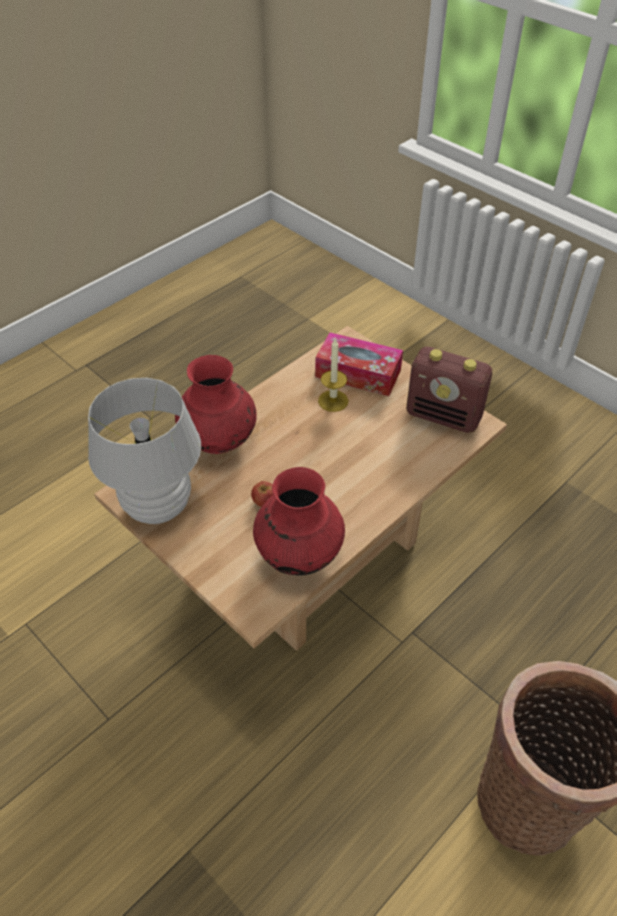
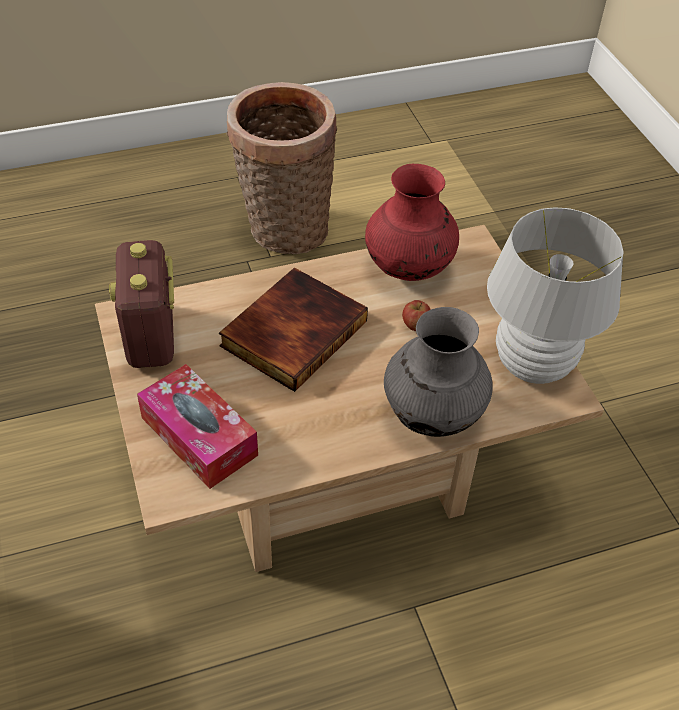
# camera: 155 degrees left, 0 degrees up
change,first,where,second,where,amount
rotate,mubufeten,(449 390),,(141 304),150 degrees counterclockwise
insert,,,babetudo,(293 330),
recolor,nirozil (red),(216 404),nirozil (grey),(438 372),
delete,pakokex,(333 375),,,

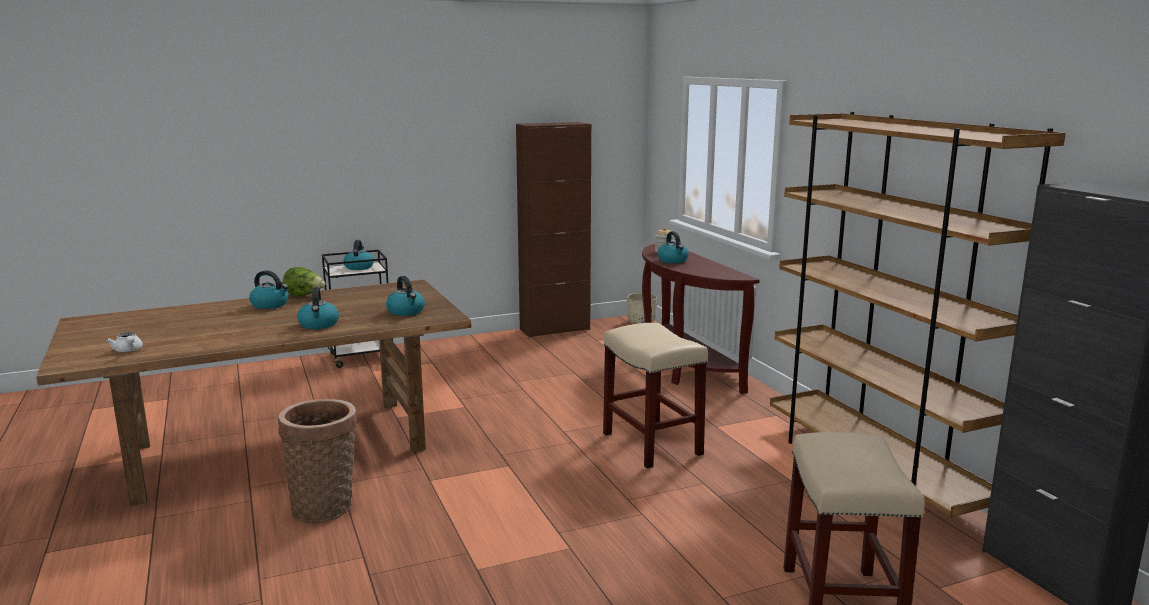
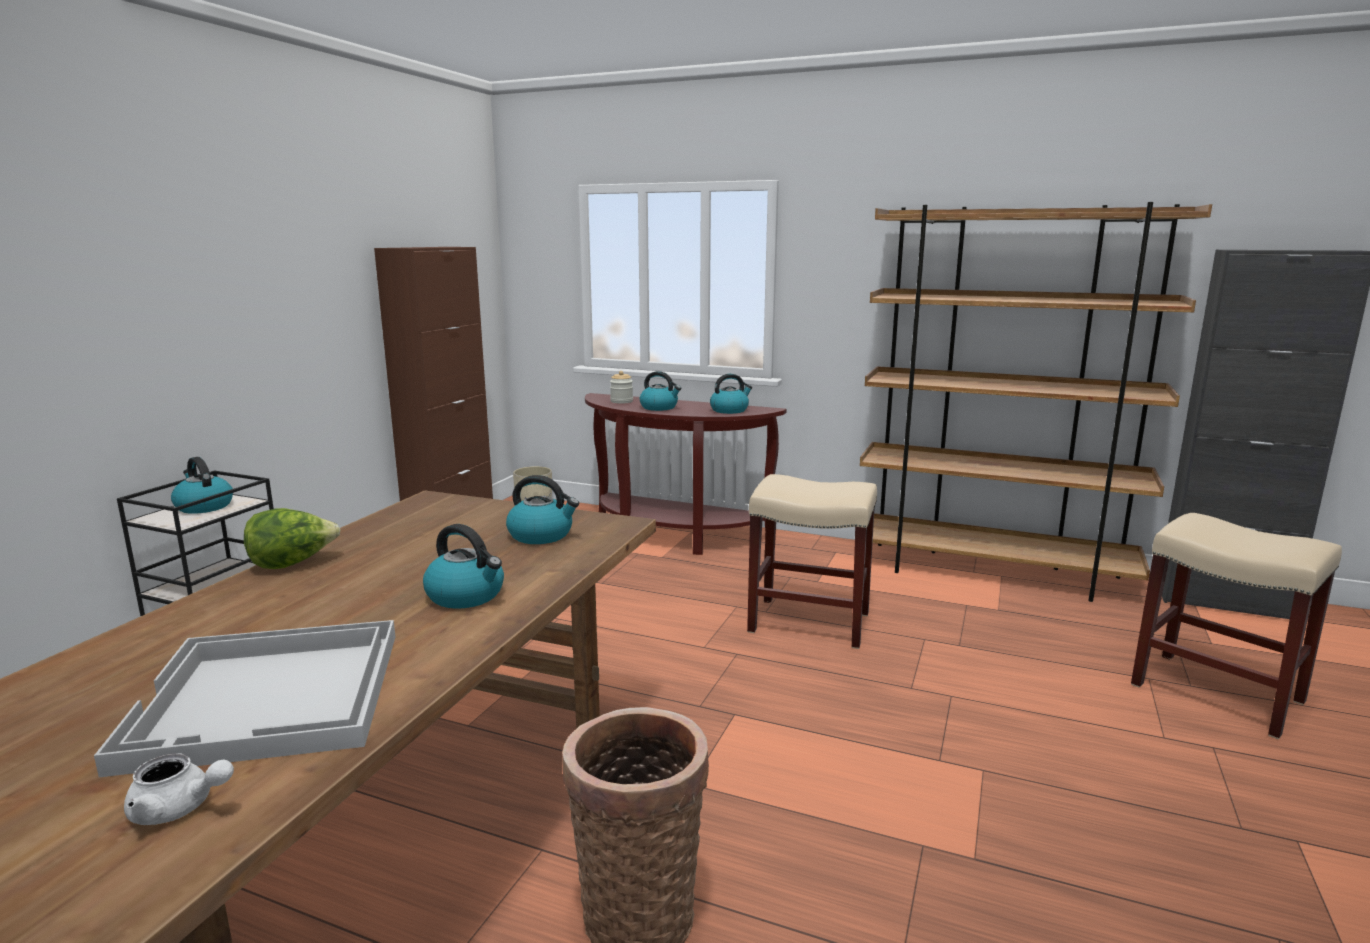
# camera: 45 degrees left, 0 degrees up
change,first,where,second,where,amount
insert,,,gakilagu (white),(244 698),
move,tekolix,(269 289),,(731 394),

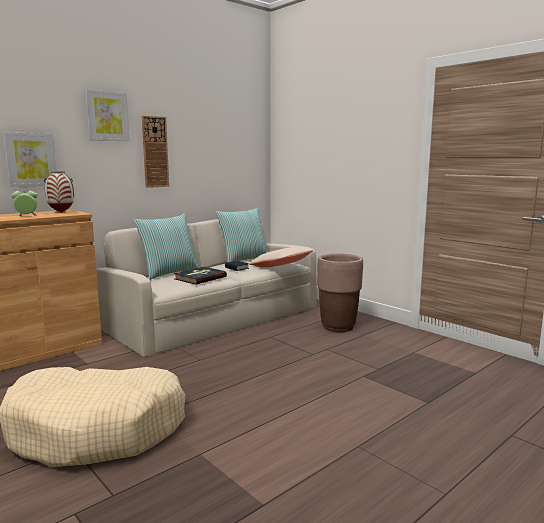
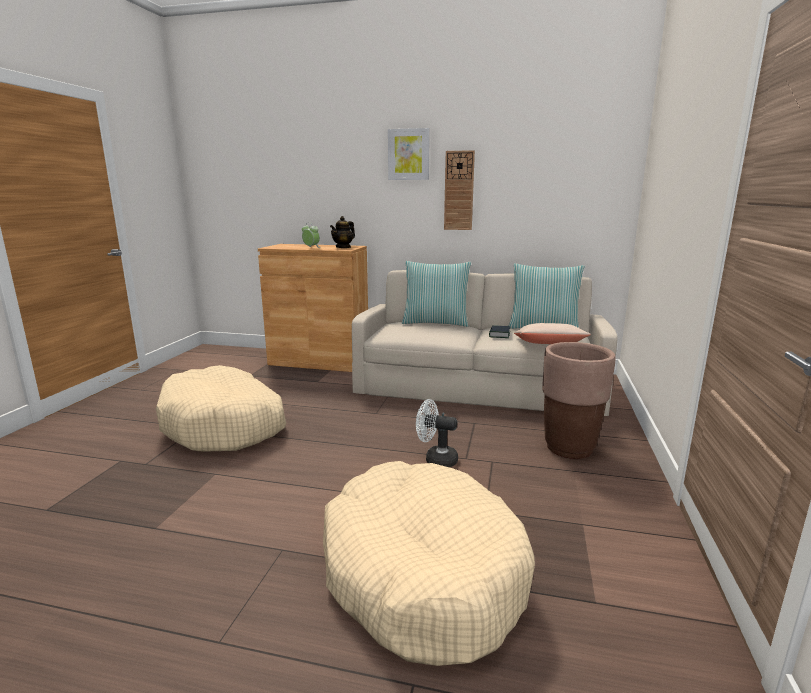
# camera: 55 degrees right, 5 degrees up
change,first,where,second,where,amount
insert,,,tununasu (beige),(429 563),
replace,nirozil,(59 192),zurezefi,(342 232),
insert,,,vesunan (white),(437 433),
delete,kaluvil,(30 159),,,
delete,babetudo,(200 276),,,

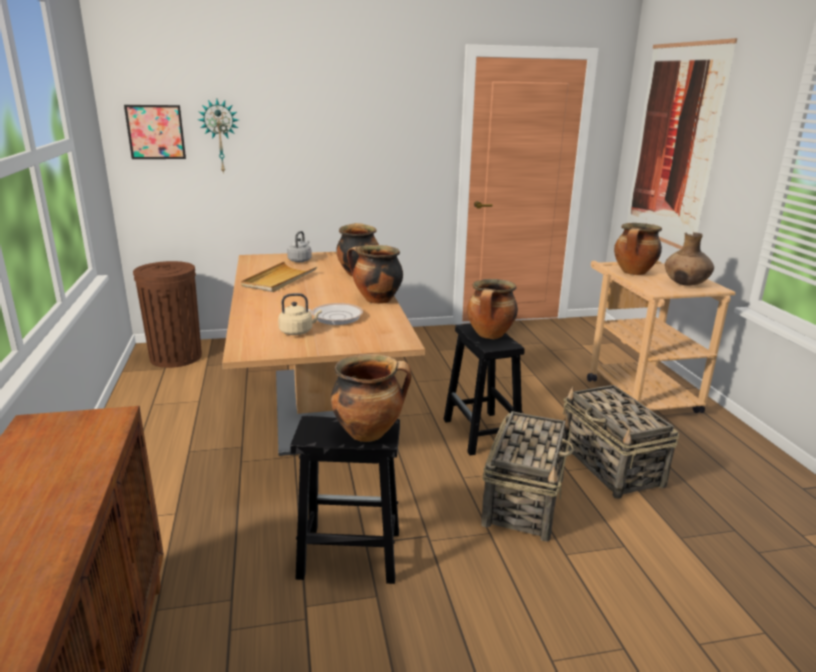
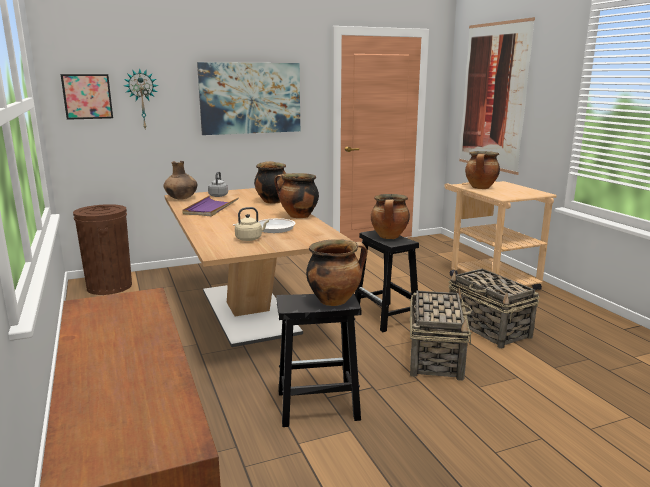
# camera: 10 degrees left, 5 degrees down
change,first,where,second,where,amount
move,nirozil (brown),(689 259),,(180 180),
recolor,gakilagu (beige),(279 277),gakilagu (purple),(210 206),
insert,,,kaluvil,(248 98),

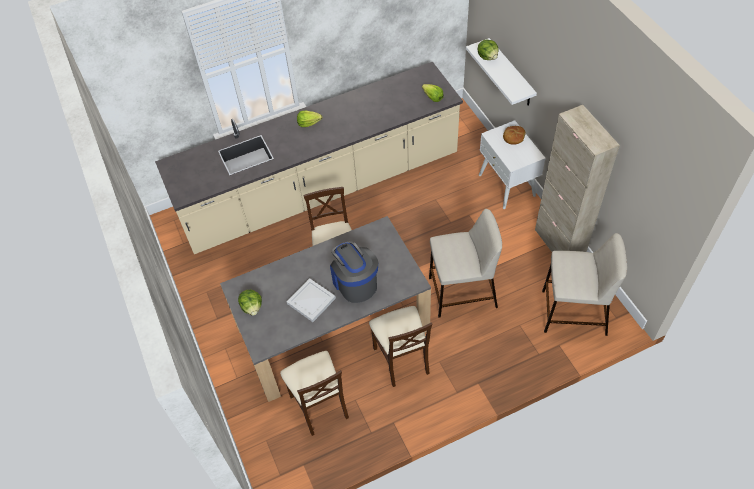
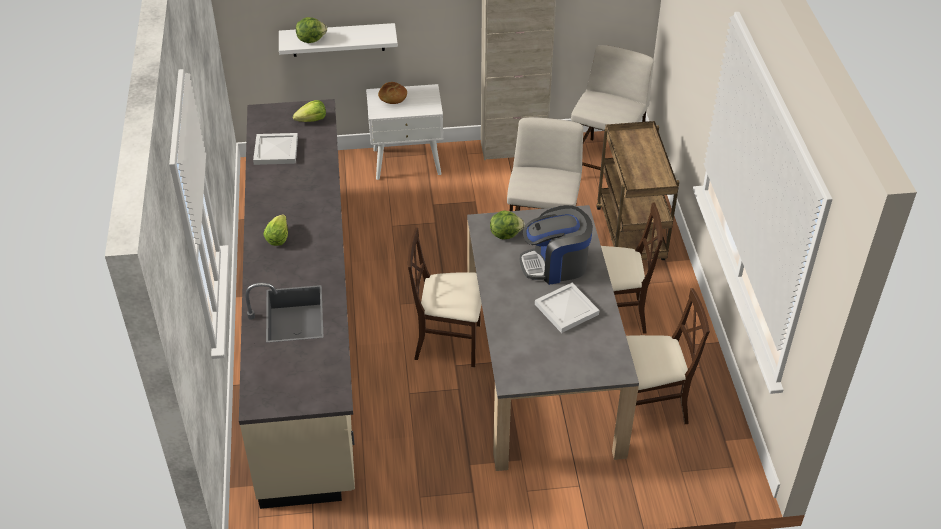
# camera: 75 degrees left, 10 degrees down
change,first,where,second,where,amount
insert,,,gakilagu (white),(275 149),
move,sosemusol,(250 303),,(507 224),
insert,,,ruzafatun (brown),(637 190),

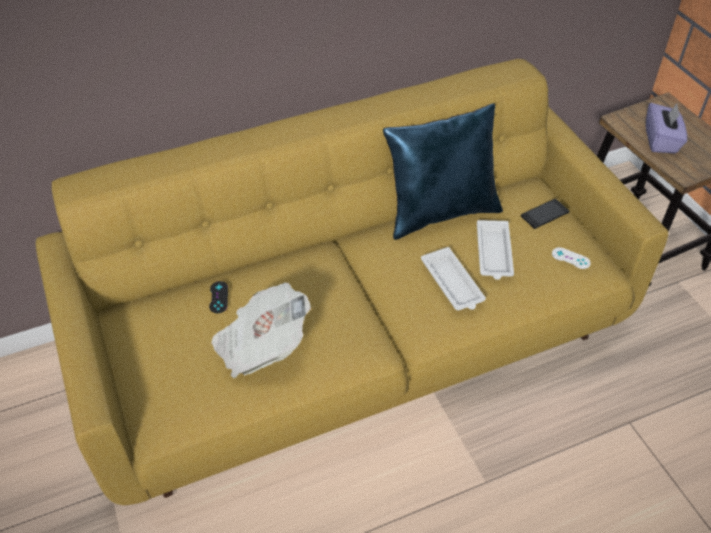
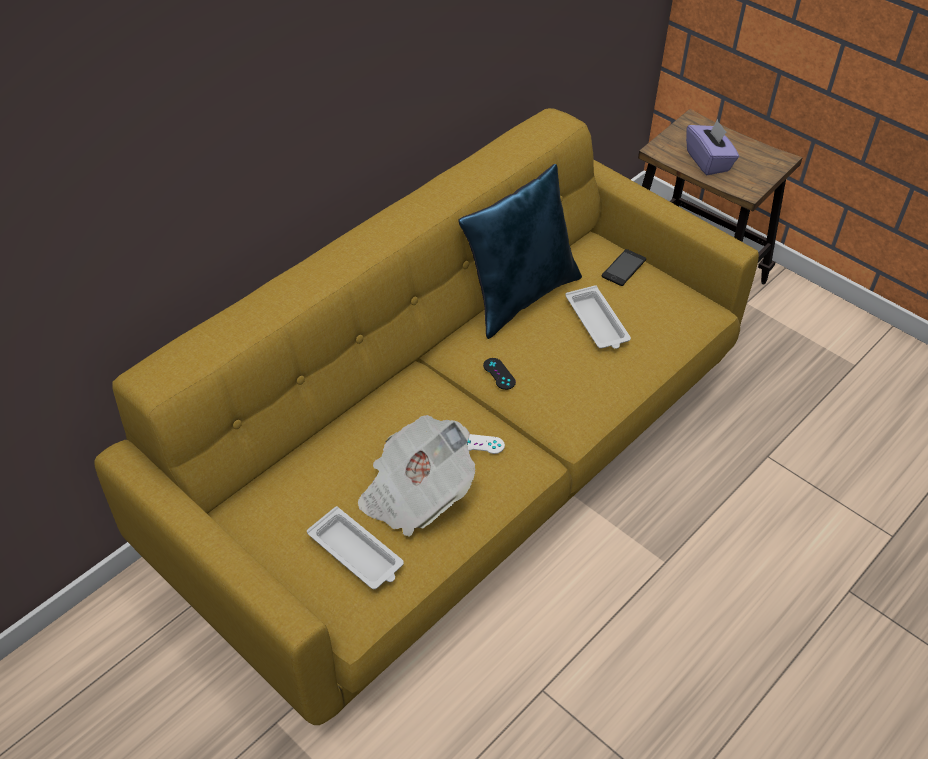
# camera: 25 degrees left, 0 degrees up
change,first,where,second,where,amount
move,gakilagu (white),(453 278),,(355 547),
move,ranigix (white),(571 258),,(486 444),
move,ranigix (black),(218 297),,(499 374),

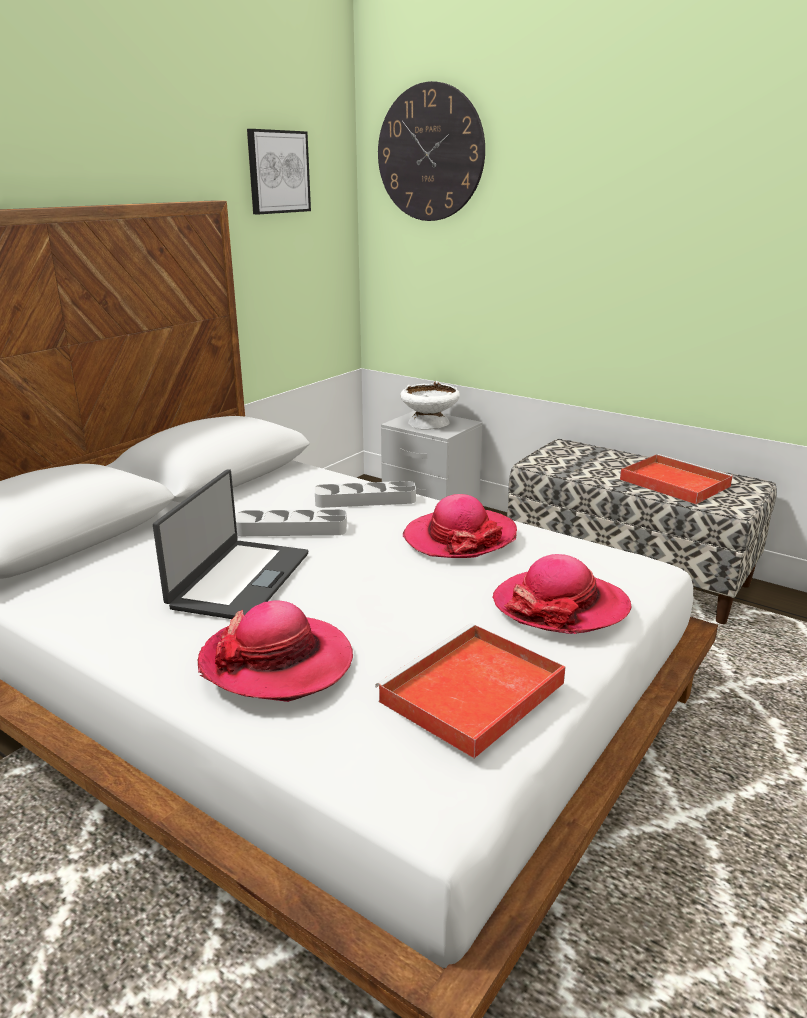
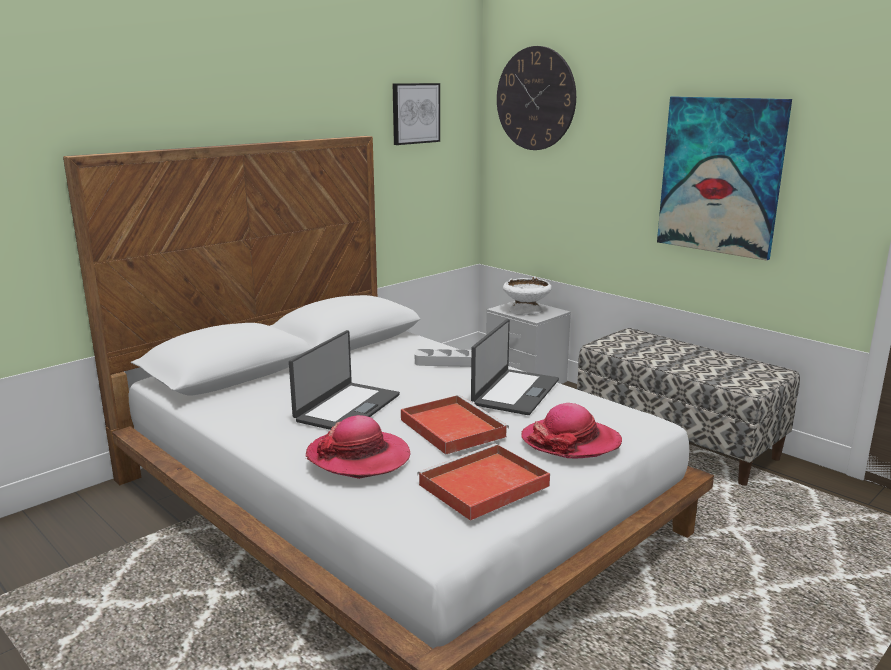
# camera: 10 degrees right, 5 degrees down
change,first,where,second,where,amount
move,gakilagu (red),(677 479),,(455 425),
replace,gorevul,(460 526),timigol,(515 367),
insert,,,kaluvil,(724 179),
delete,gakilagu (grey),(291 522),,,

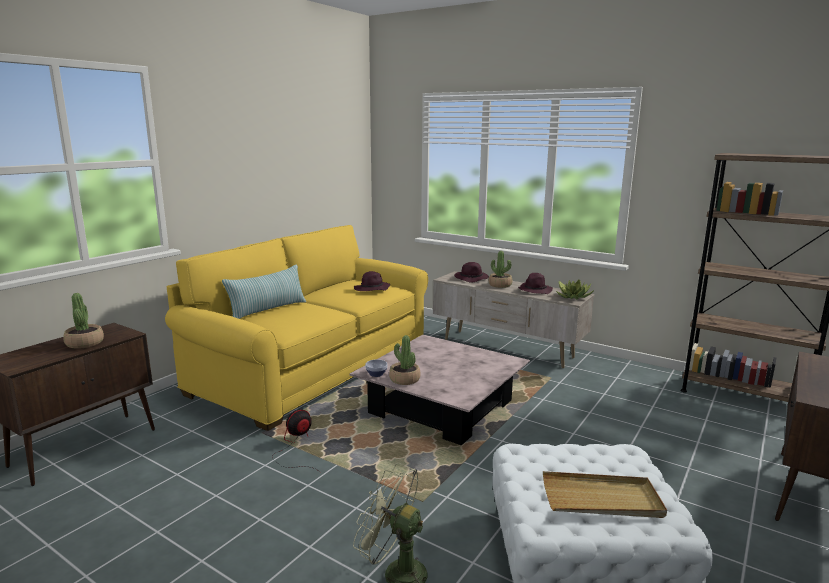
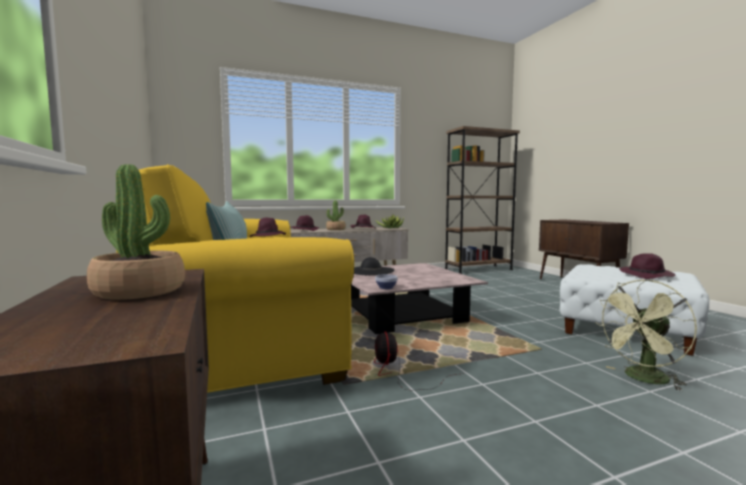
# camera: 55 degrees left, 10 degrees down
change,first,where,second,where,amount
insert,,,gorevul (black),(374 266),
replace,gakilagu (beige),(605 494),gorevul (purple),(647 266),
delete,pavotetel,(404 360),,,

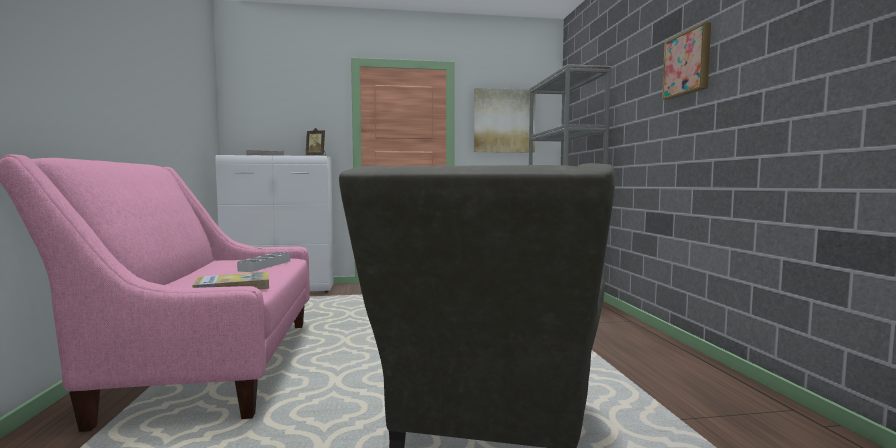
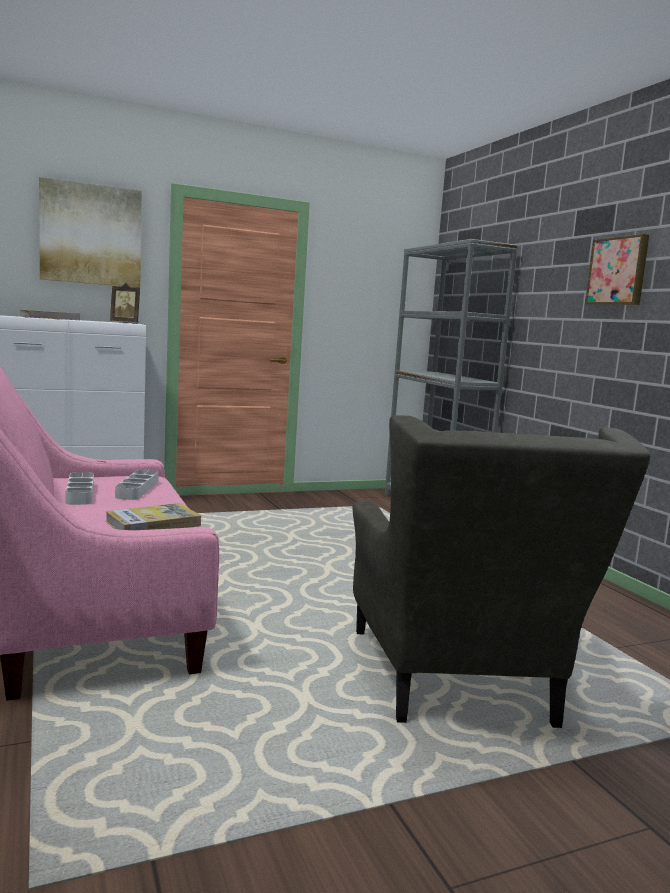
# camera: 15 degrees left, 5 degrees up
change,first,where,second,where,amount
move,kaluvil,(505 120),,(90 232),
insert,,,gakilagu (grey),(80 488),

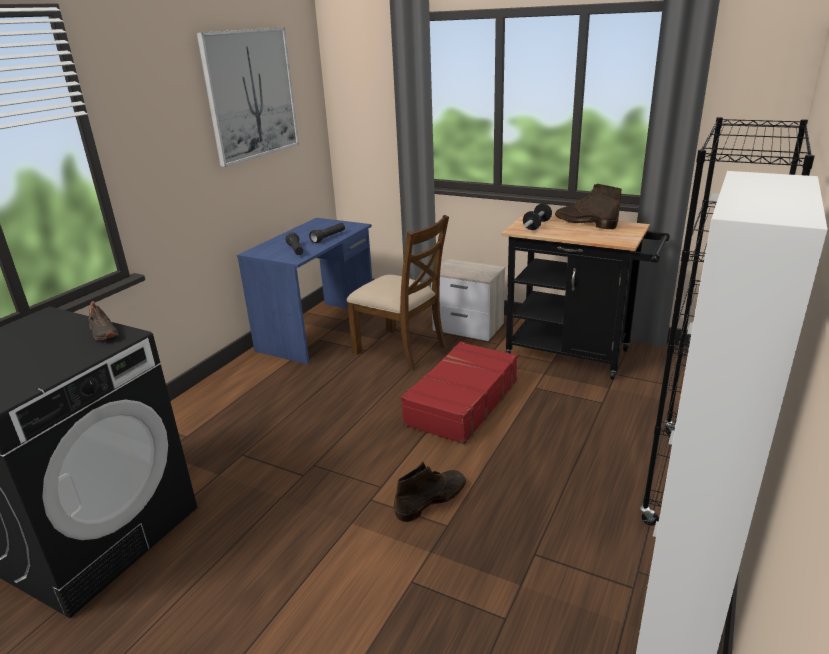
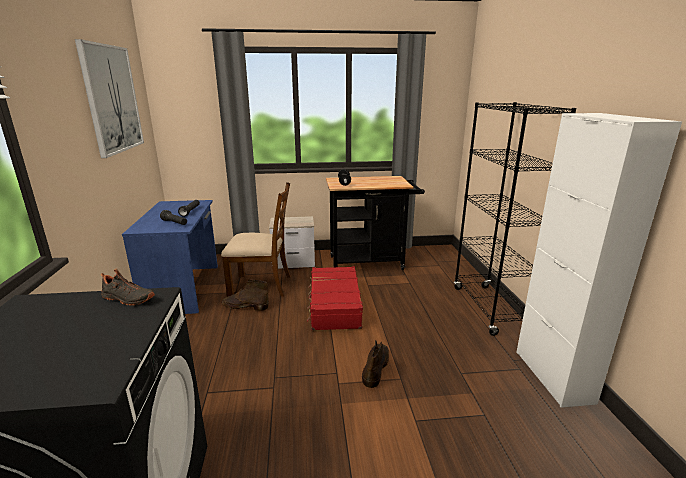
# camera: 35 degrees left, 5 degrees down
change,first,where,second,where,amount
move,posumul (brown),(588 207),,(245 295),

